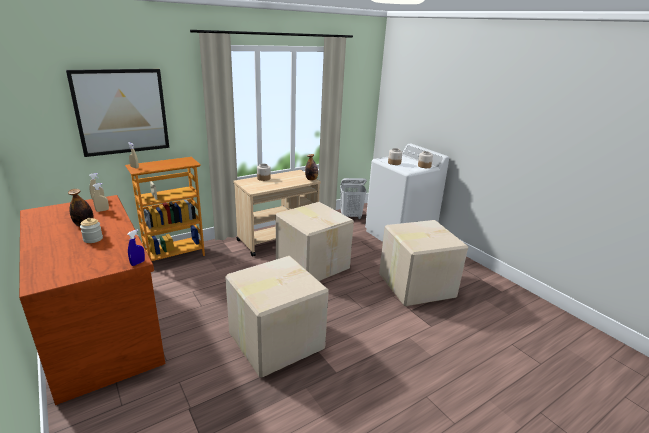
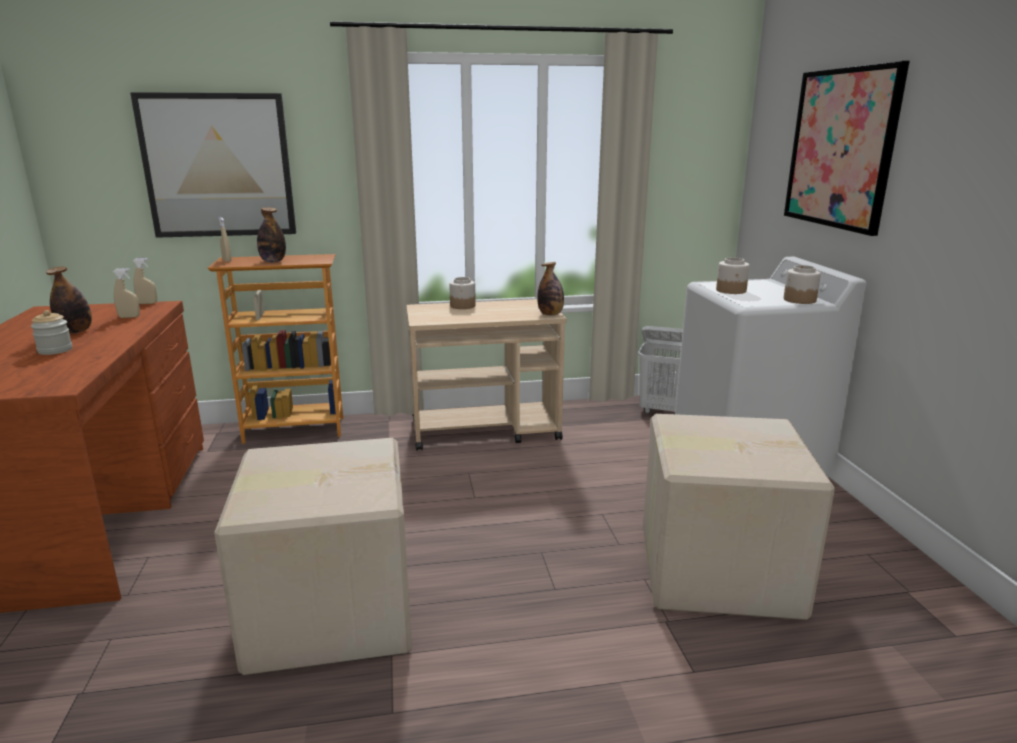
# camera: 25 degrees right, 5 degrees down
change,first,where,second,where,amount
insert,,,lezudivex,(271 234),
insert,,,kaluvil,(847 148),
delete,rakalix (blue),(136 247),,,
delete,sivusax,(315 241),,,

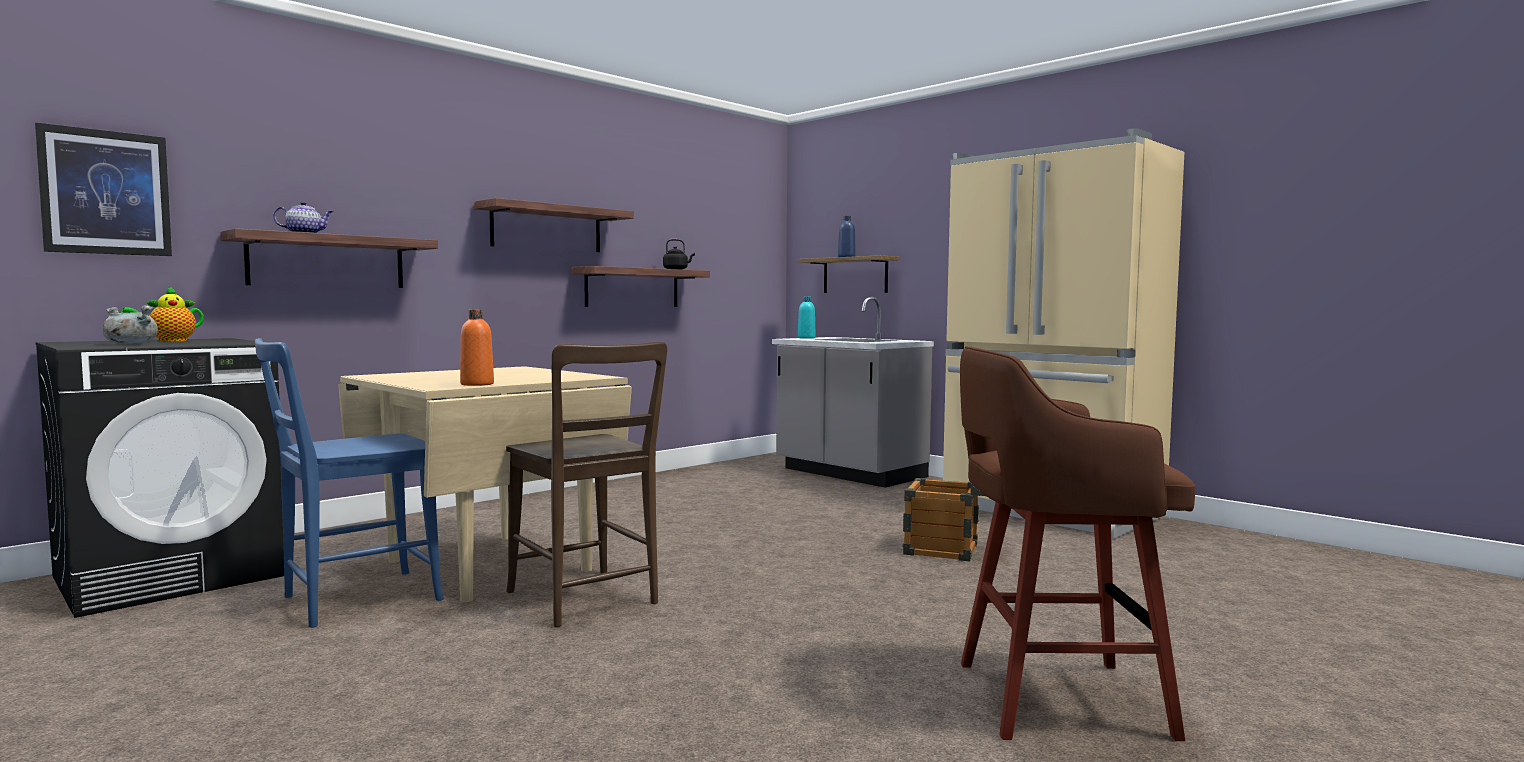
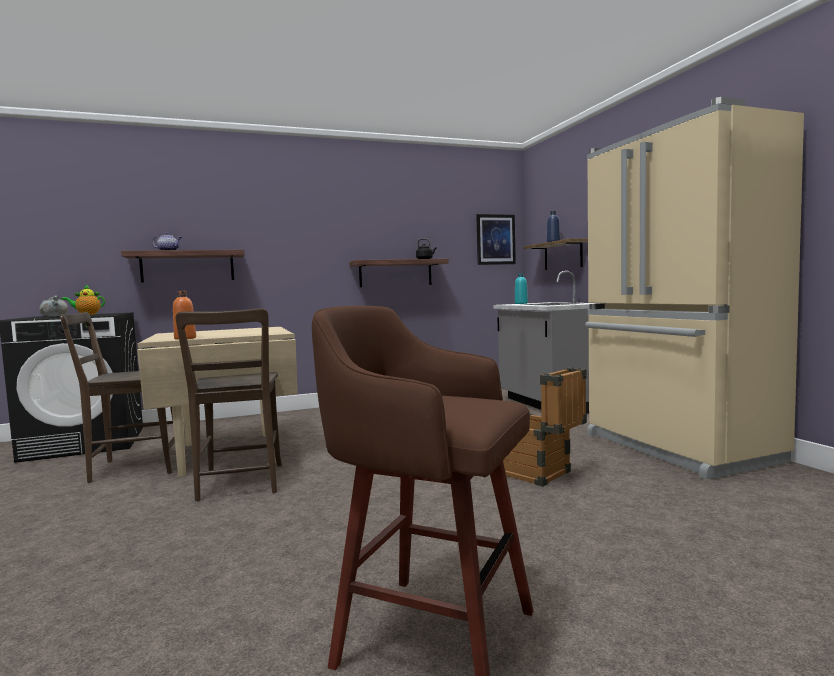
# camera: 25 degrees right, 0 degrees up
change,first,where,second,where,amount
recolor,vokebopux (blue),(349 483),vokebopux (brown),(117 397),
move,kaluvil,(103 189),,(496 239),
delete,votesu,(554 225),,,

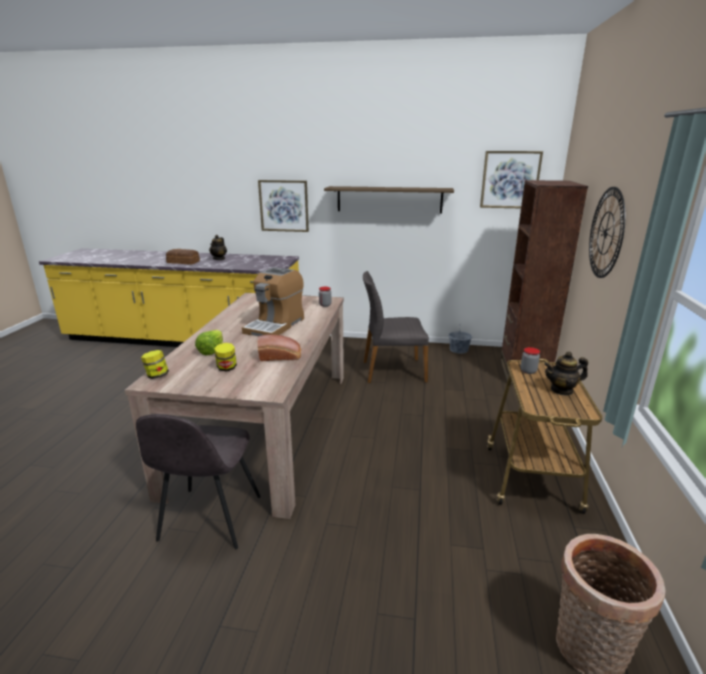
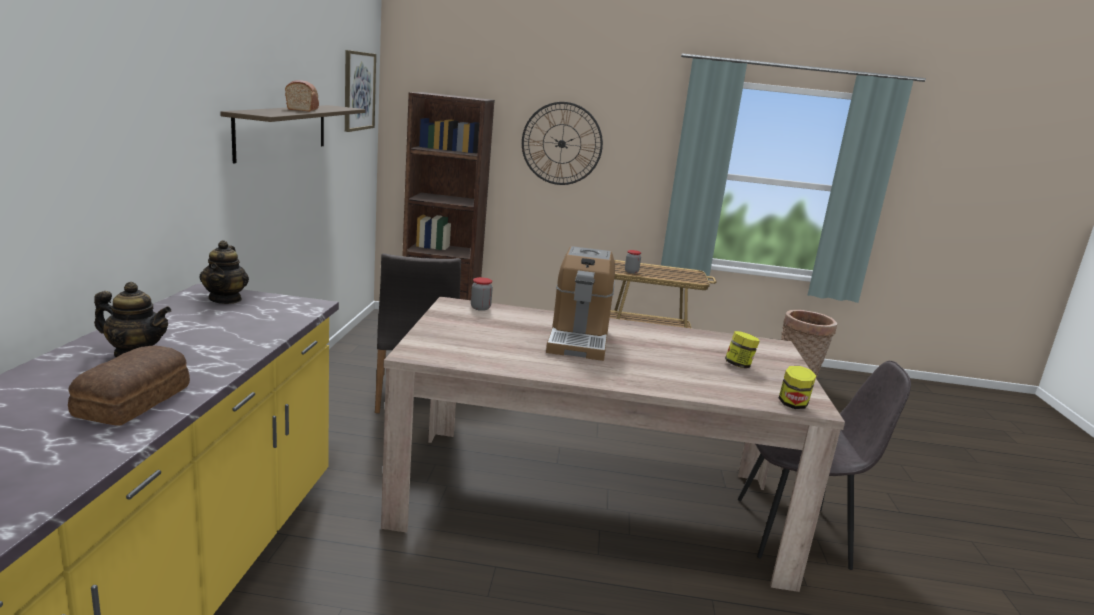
# camera: 95 degrees left, 5 degrees down
change,first,where,second,where,amount
move,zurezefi,(566 374),,(224 272),
move,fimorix,(279 347),,(302 96),
rotate,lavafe,(273 301),,(580 303),75 degrees clockwise
delete,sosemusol,(209 342),,,
delete,kaluvil,(283 206),,,
delete,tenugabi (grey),(460 339),,,

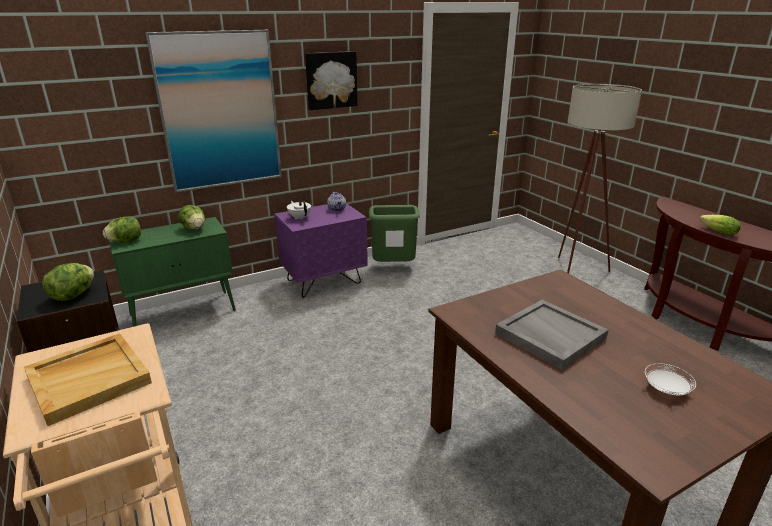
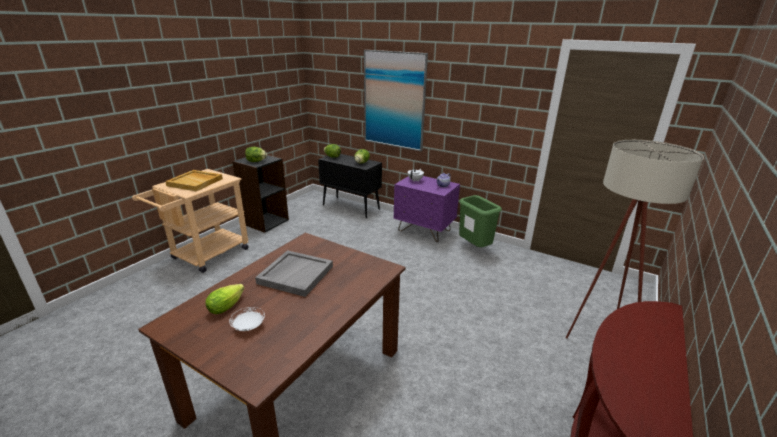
# camera: 60 degrees right, 0 degrees up
change,first,where,second,where,amount
move,sosemusol,(720 225),,(224 299),
recolor,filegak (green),(172 272),filegak (black),(350 186),
delete,kaluvil,(331 80),,,

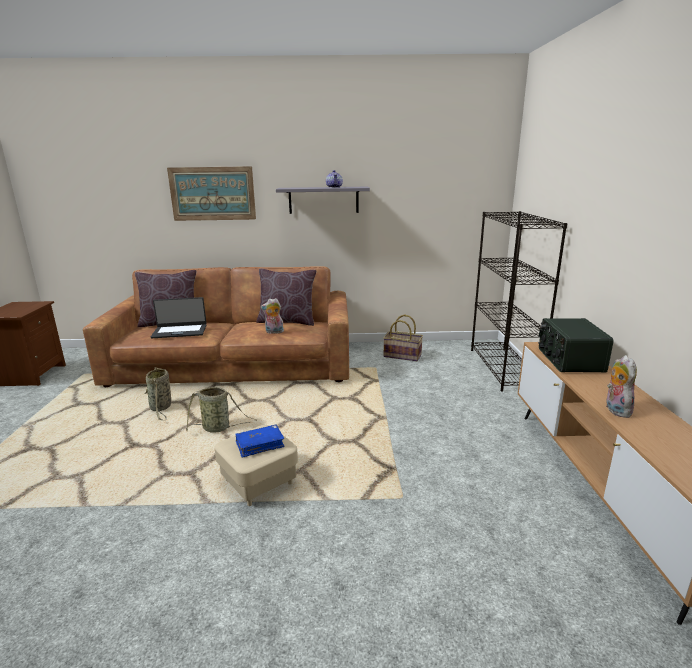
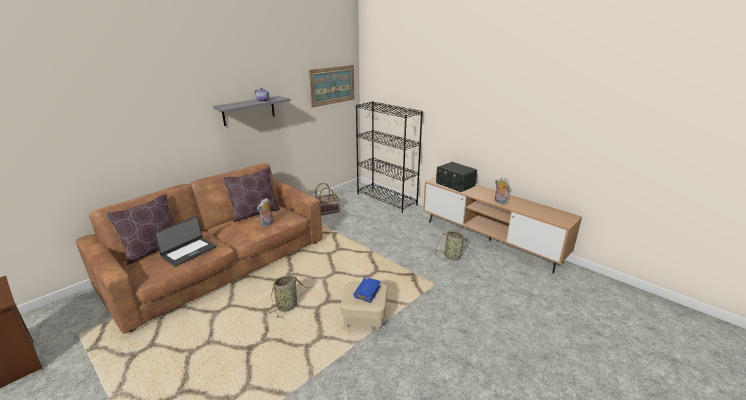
# camera: 45 degrees left, 5 degrees up
change,first,where,second,where,amount
move,kaluvil,(211 193),,(331 86),
move,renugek,(157 393),,(457 246),

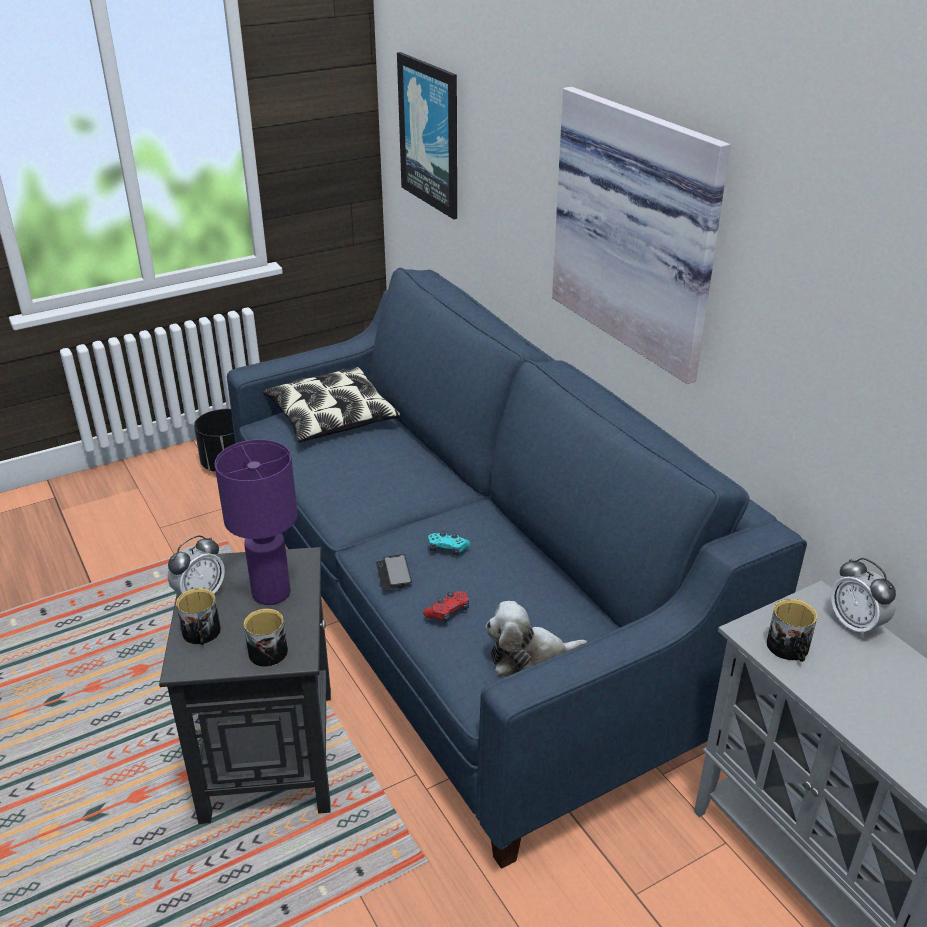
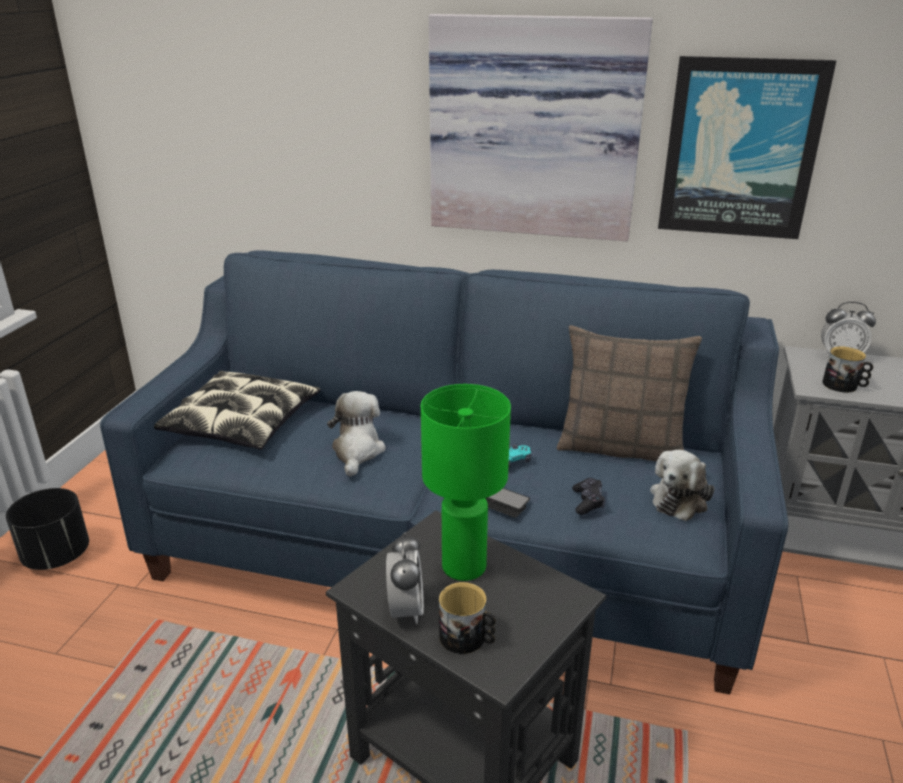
# camera: 45 degrees left, 5 degrees down
change,first,where,second,where,amount
insert,,,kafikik,(356 434),
recolor,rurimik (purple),(256 522),rurimik (green),(466 482),
insert,,,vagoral,(629 393),
recolor,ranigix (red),(446 606),ranigix (black),(588 496),
move,kaluvil,(427 135),,(747 147),
delete,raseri,(266 638),,,

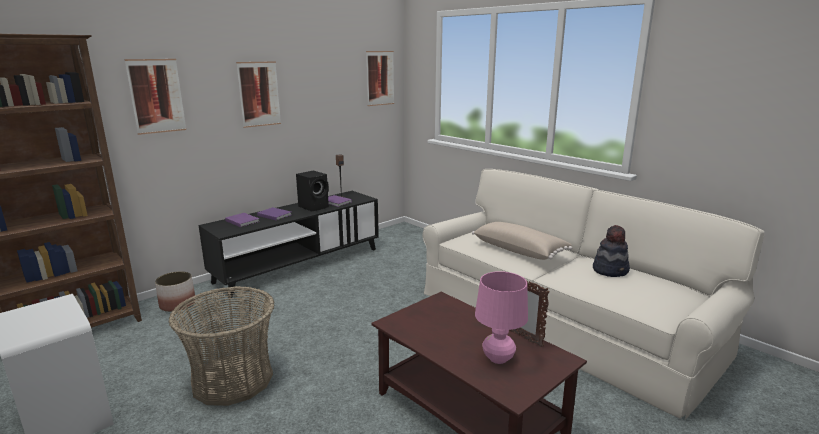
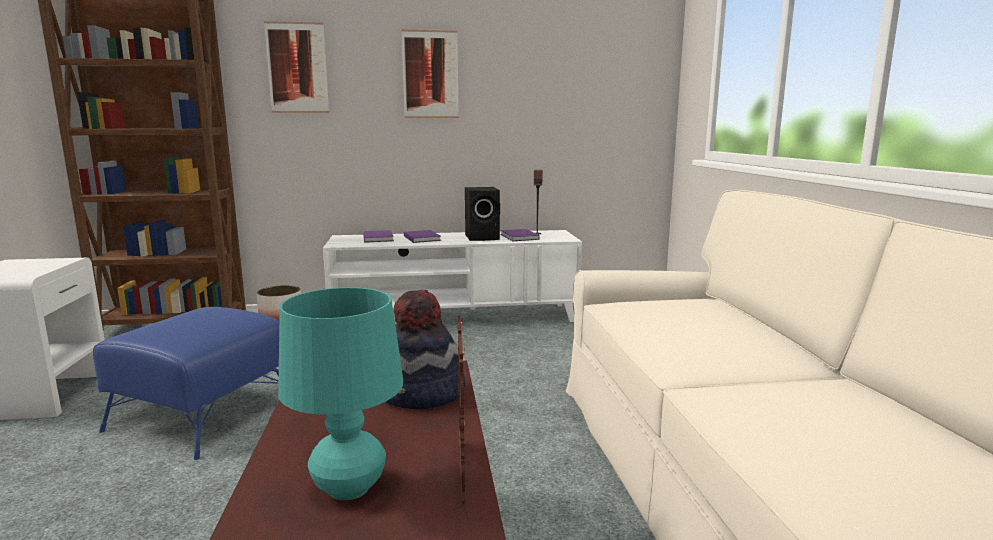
# camera: 35 degrees right, 5 degrees down
change,first,where,second,where,amount
replace,renugek,(222 346),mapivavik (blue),(186 383),
recolor,rurimik (pink),(501 317),rurimik (turquoise),(340 393),
recolor,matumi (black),(289 244),matumi (white),(452 276),
move,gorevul,(611 251),,(426 350),
delete,kaluvil,(380 78),,,
delete,vagoral (beige),(522 241),,,

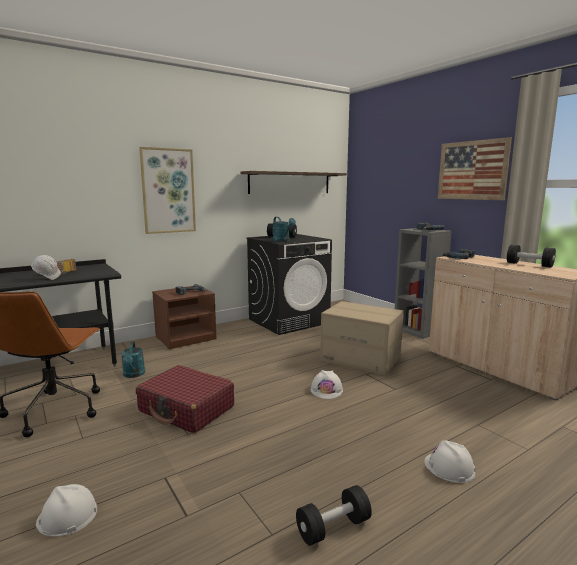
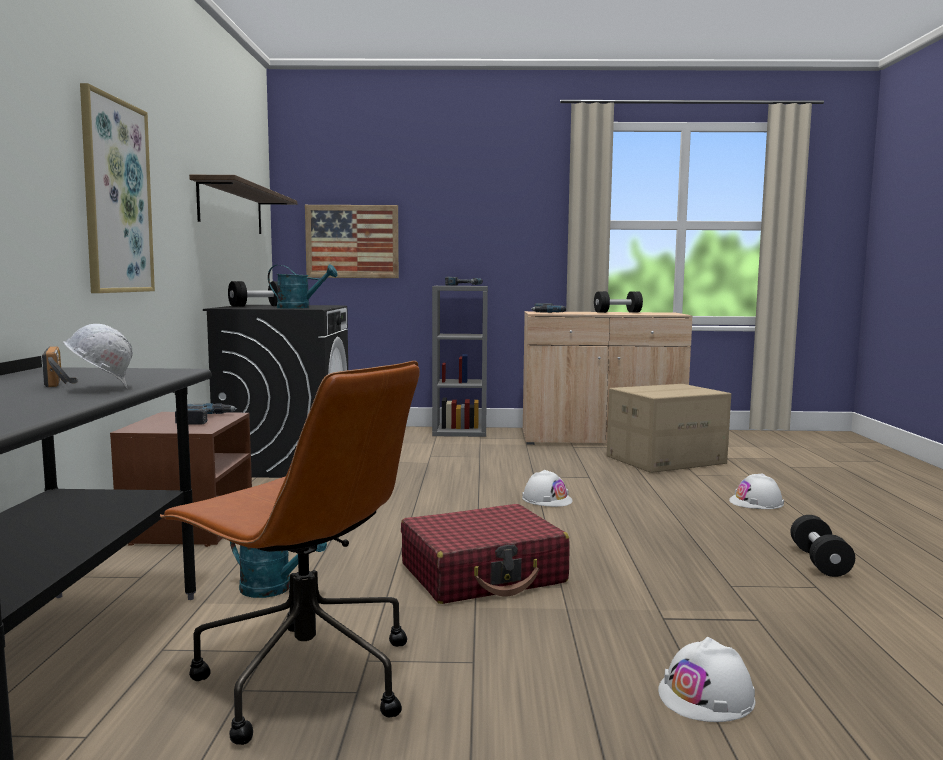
# camera: 55 degrees left, 5 degrees down
change,first,where,second,where,amount
move,kaluvil,(475 168),,(352 241),
move,sivusax,(362 338),,(669 428),

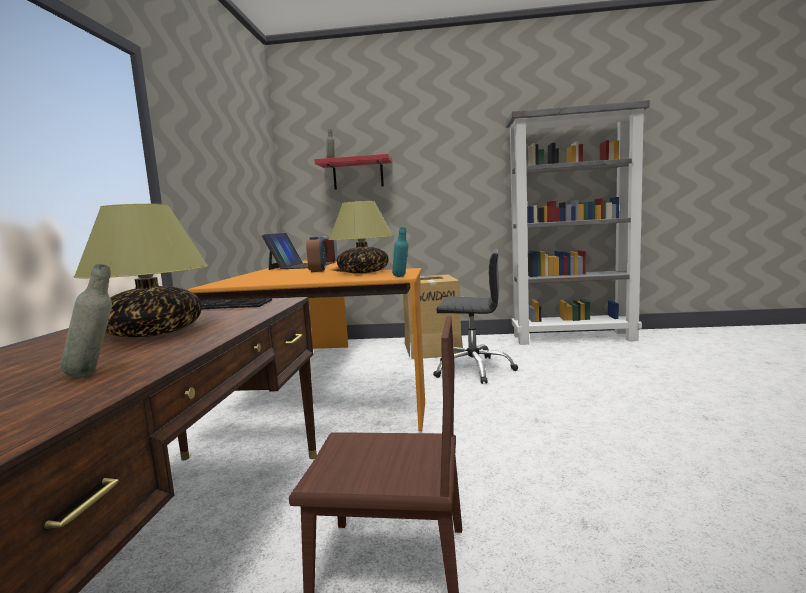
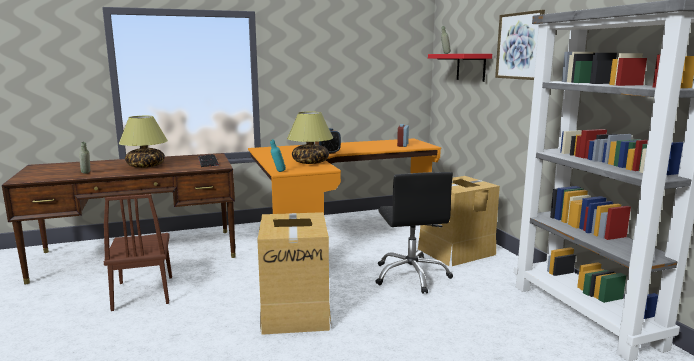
# camera: 65 degrees right, 5 degrees up
change,first,where,second,where,amount
insert,,,sivusax,(294 273),
insert,,,kaluvil,(520 45),
delete,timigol,(298 251),,,

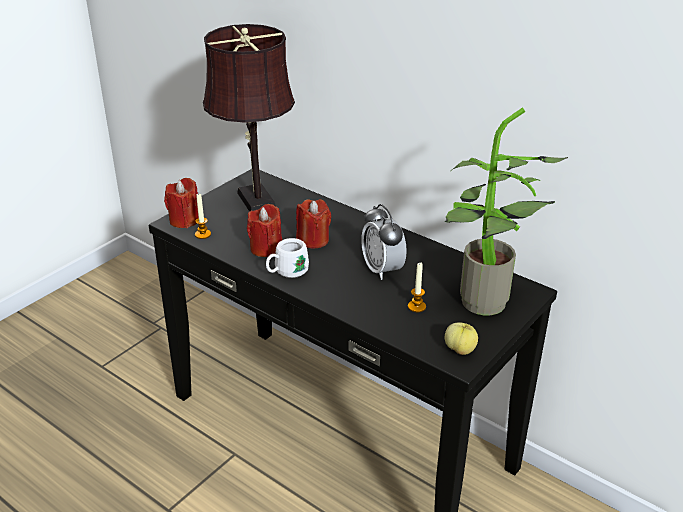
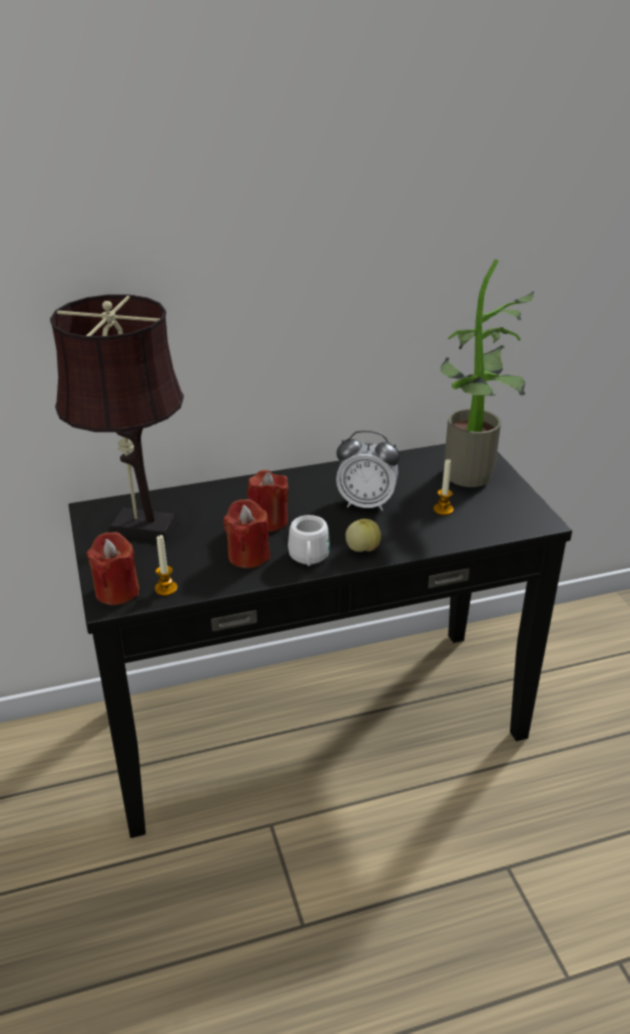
# camera: 55 degrees left, 0 degrees up
change,first,where,second,where,amount
move,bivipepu,(461 338),,(363 535),

